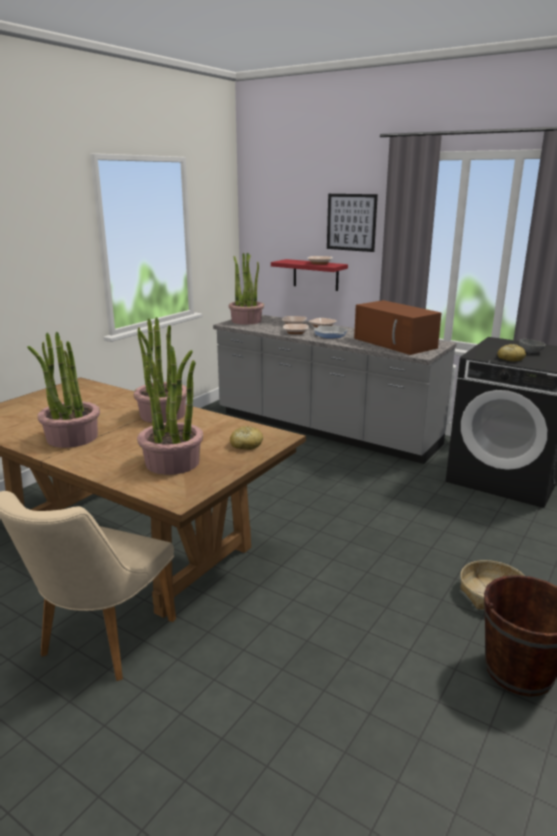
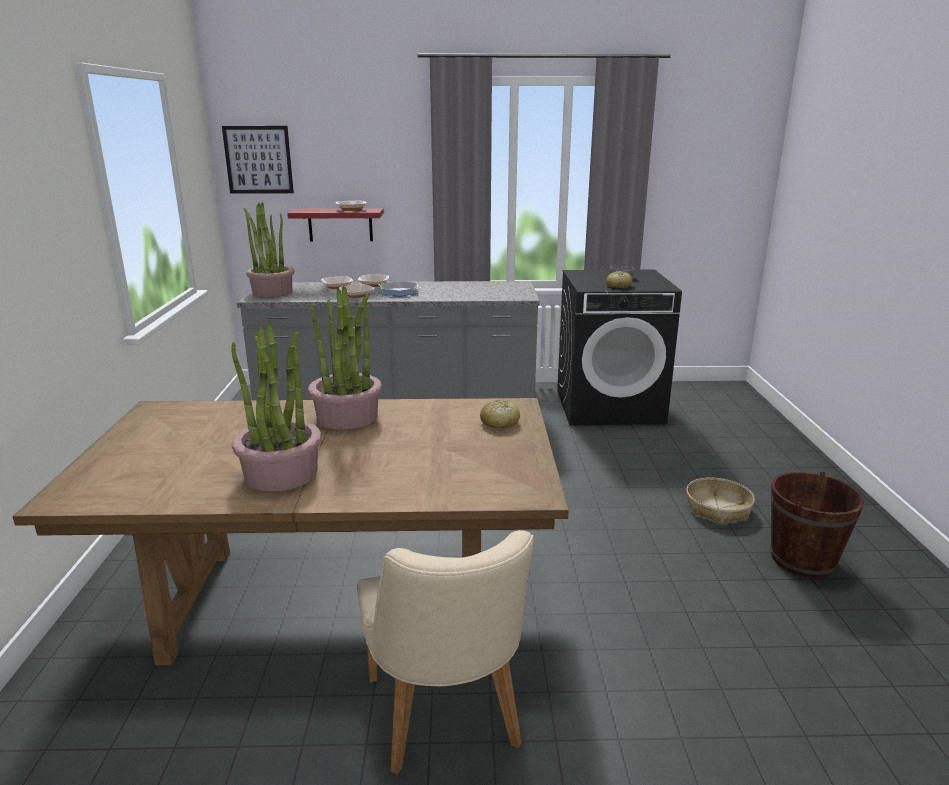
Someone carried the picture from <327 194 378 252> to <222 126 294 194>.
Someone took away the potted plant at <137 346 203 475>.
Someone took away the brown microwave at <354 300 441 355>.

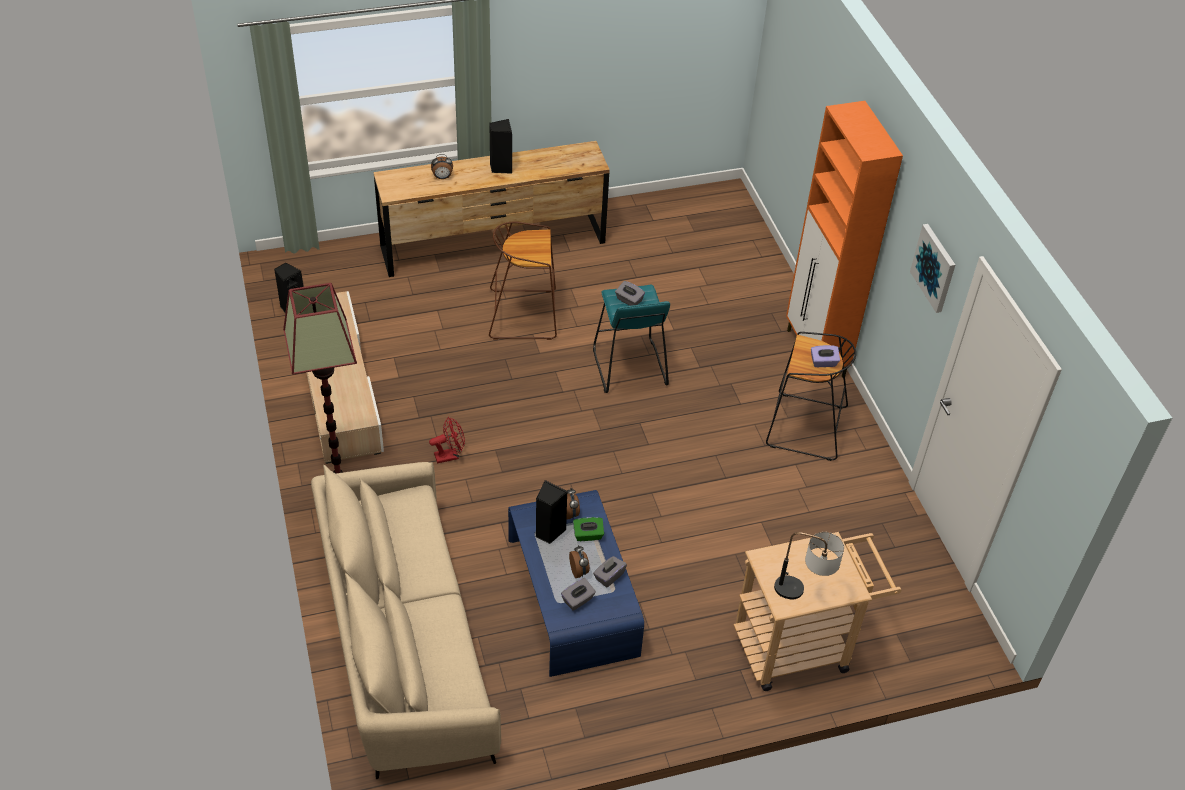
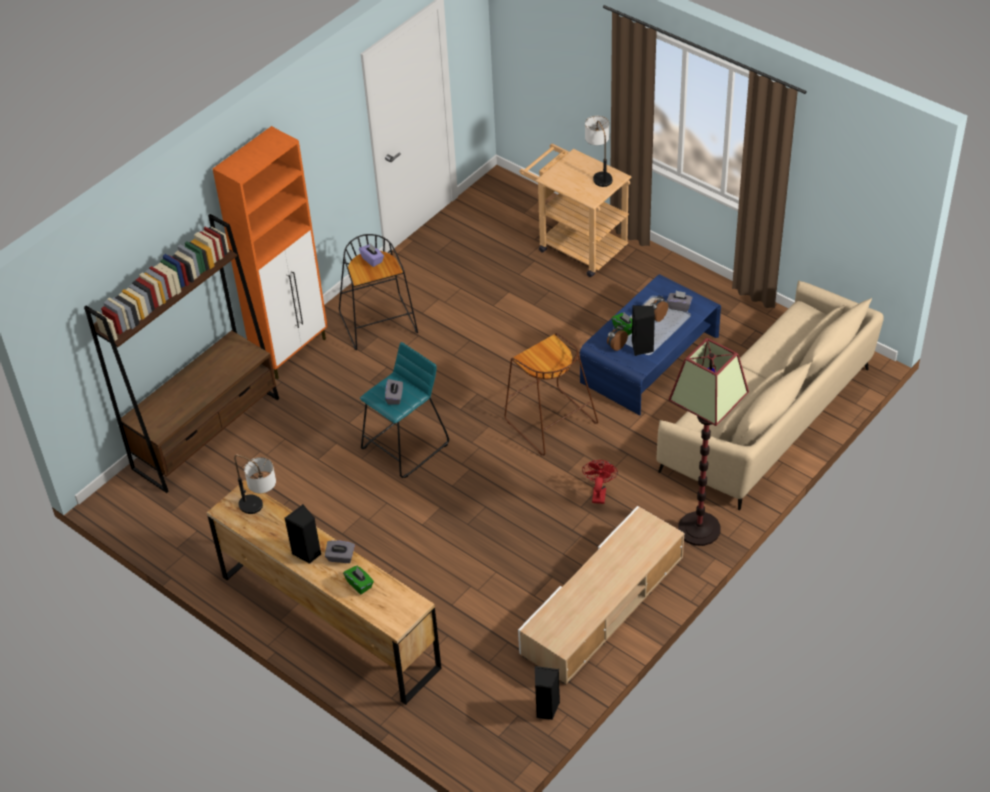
Someone put down the brown bookcase at <84 214 279 493>.
Someone put down the table lamp at <234 454 276 514>.
Someone carried the grey tissue box from <593 556 627 588> to <325 540 355 563>.
Someone swapped the alarm clock at <431 154 453 179> for the green tissue box at <343 565 374 594>.
Someone carried the brown stool from <489 222 557 340> to <504 333 598 455>.
Someone rotated the red fan at <429 417 465 463> by 60 degrees clockwise.
Someone took away the picture at <910 224 955 313>.

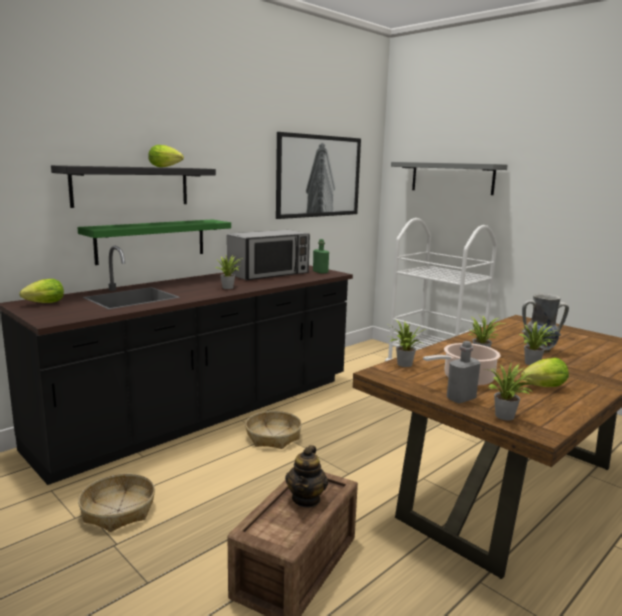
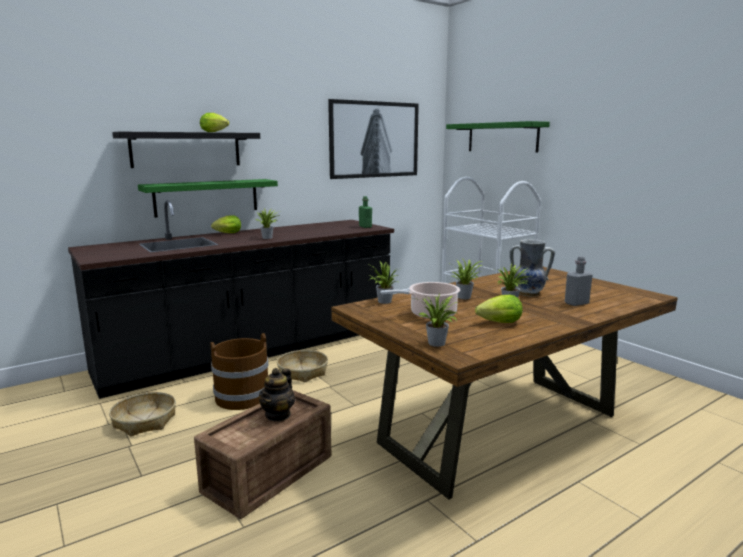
Someone put down the brown bucket at <210 333 268 410>.
Someone carried the lettuce from <19 279 64 303> to <211 215 241 233>.
Someone repainted the grey shelf at <391 162 507 195>, which became the green shelf at <446 121 550 153>.
Someone carried the grey bottle from <447 341 480 404> to <565 256 593 306>.
Someone took away the microwave at <227 230 310 281>.

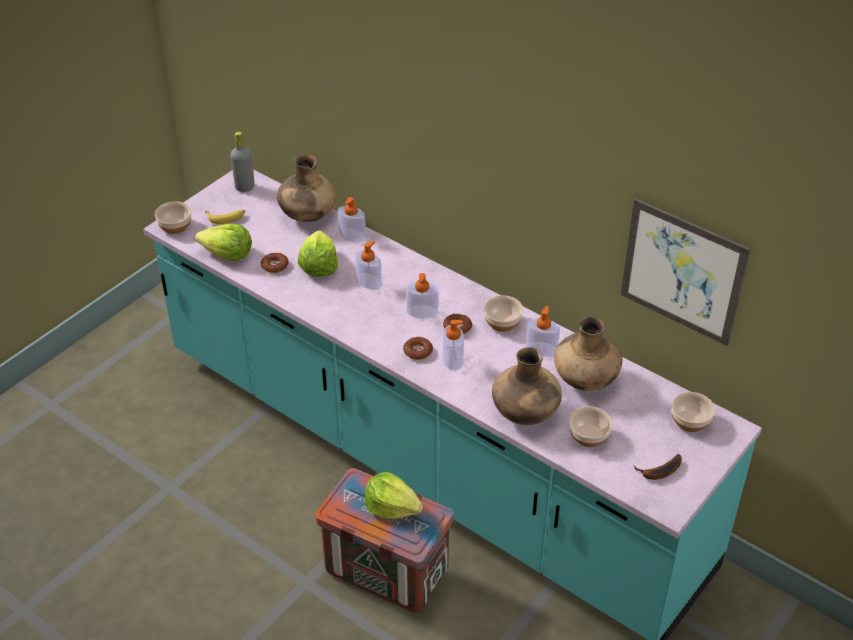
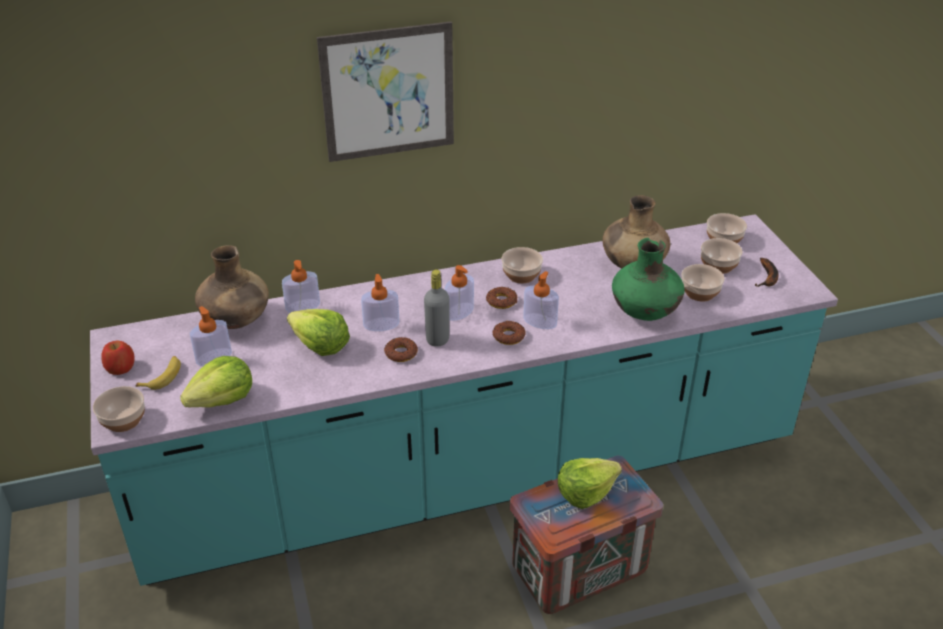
Someone put down the apple at <101 340 134 375>.
Someone carried the soap dispenser from <526 306 560 357> to <190 306 232 366>.
Someone carried the picture from <621 199 750 346> to <317 22 454 162>.
Someone carried the donut from <261 253 289 273> to <384 337 418 362>.
Someone carried the grey bottle from <230 132 255 192> to <424 269 449 347>.
Someone repainted the brown vase at <492 347 562 425>, which became the green vase at <612 238 685 321>.
Someone put down the bowl at <701 238 743 274>.

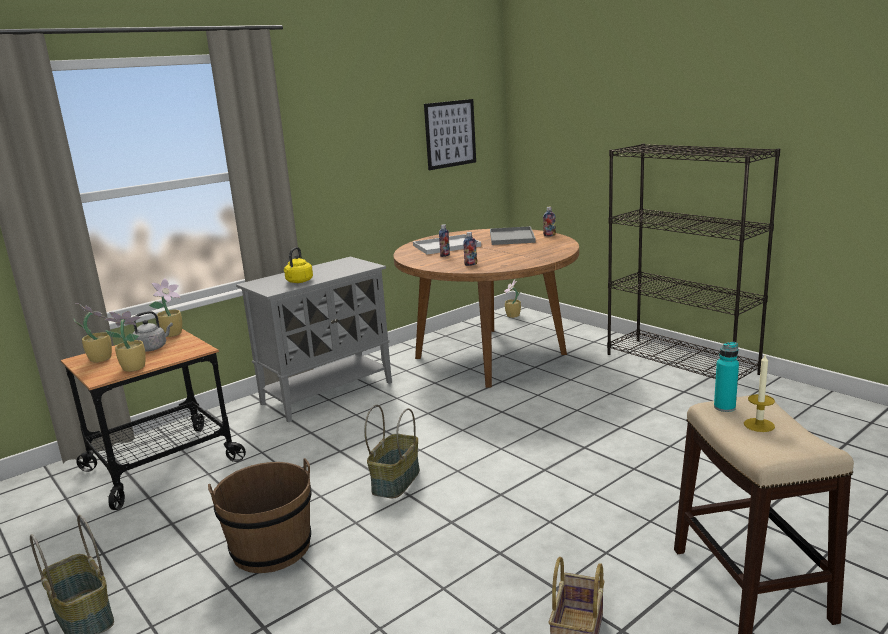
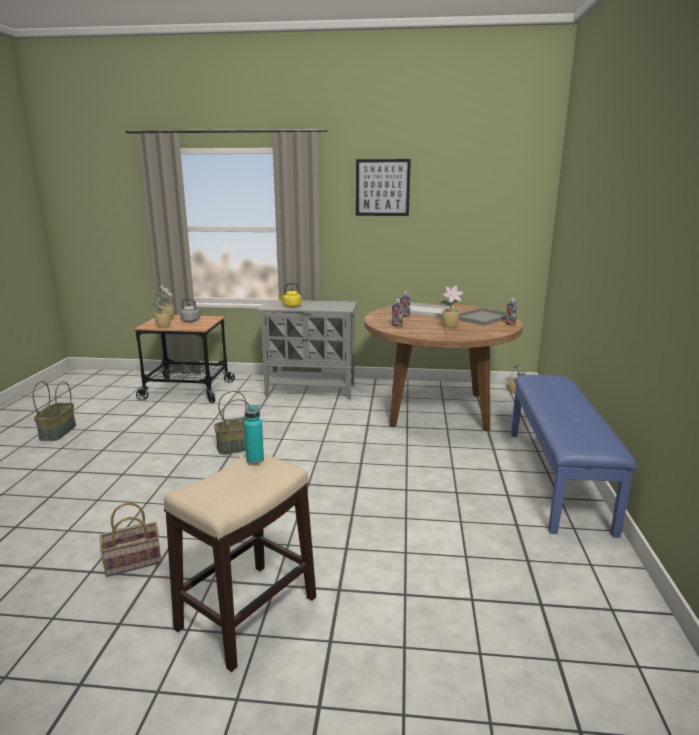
Someone carried the picture from <424 99 476 170> to <356 159 411 216>.
Someone carried the potted plant from <149 278 182 337> to <440 285 464 328>.
Someone swapped the black bookcase at <607 144 780 380> for the blue bench at <511 375 637 538>.
Someone took away the brown bucket at <208 458 312 573>.
Someone took away the candle at <744 353 775 432>.

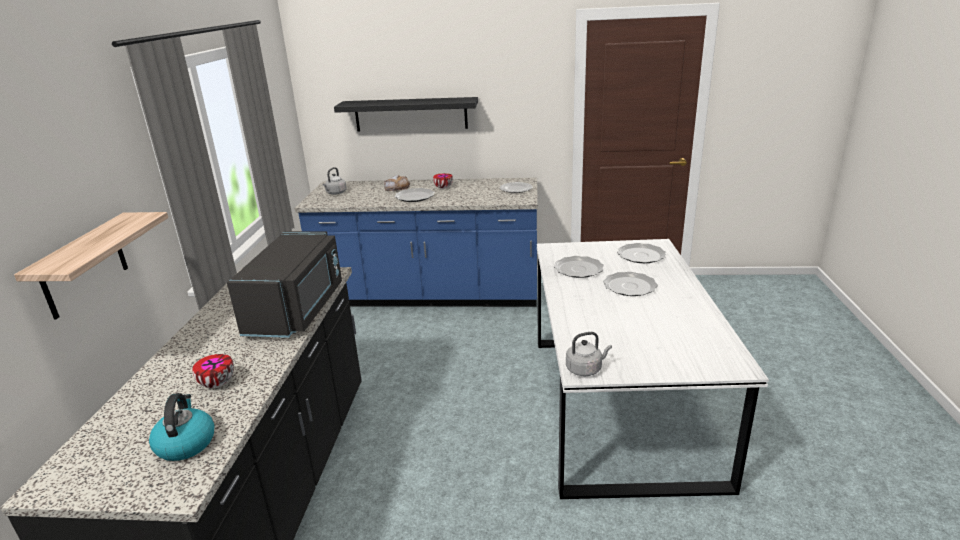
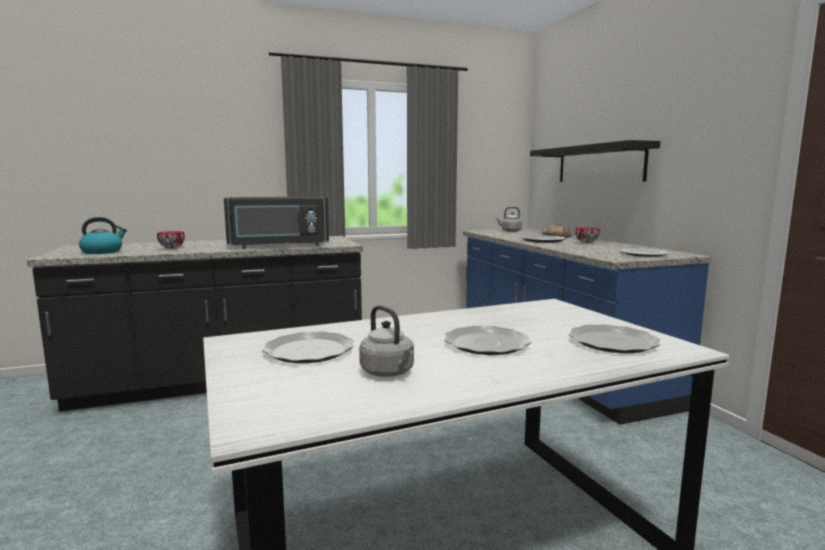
Someone carried the plate from <554 256 604 278> to <262 331 354 363>.
Someone carried the grey kettle from <566 332 612 376> to <359 305 414 377>.
Someone took away the shelf at <14 212 168 320>.

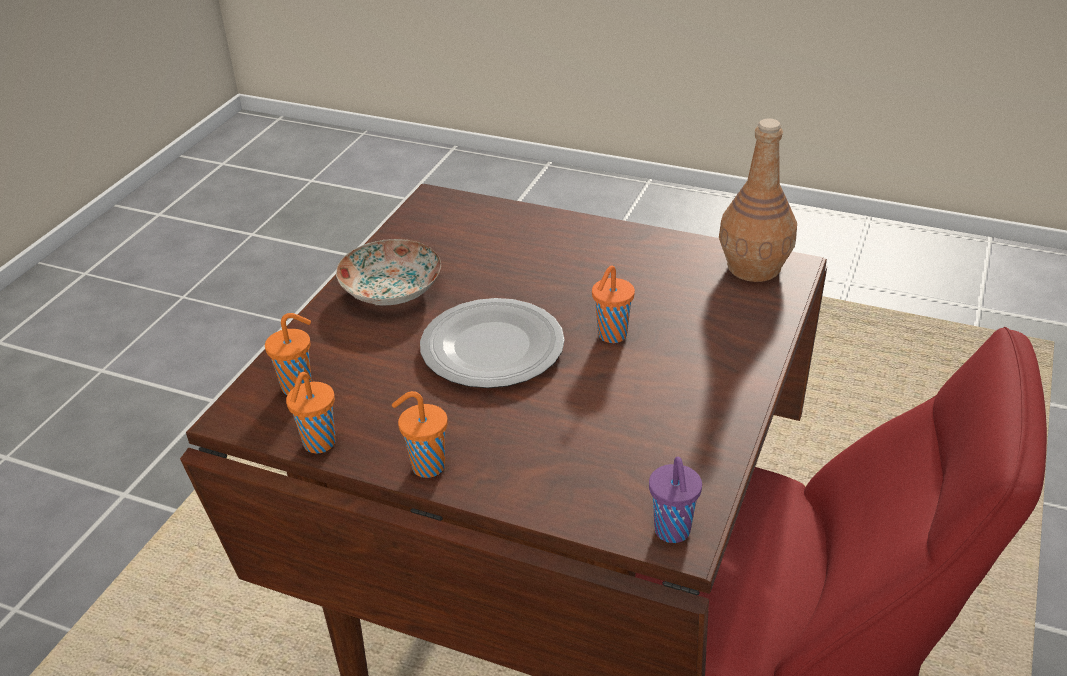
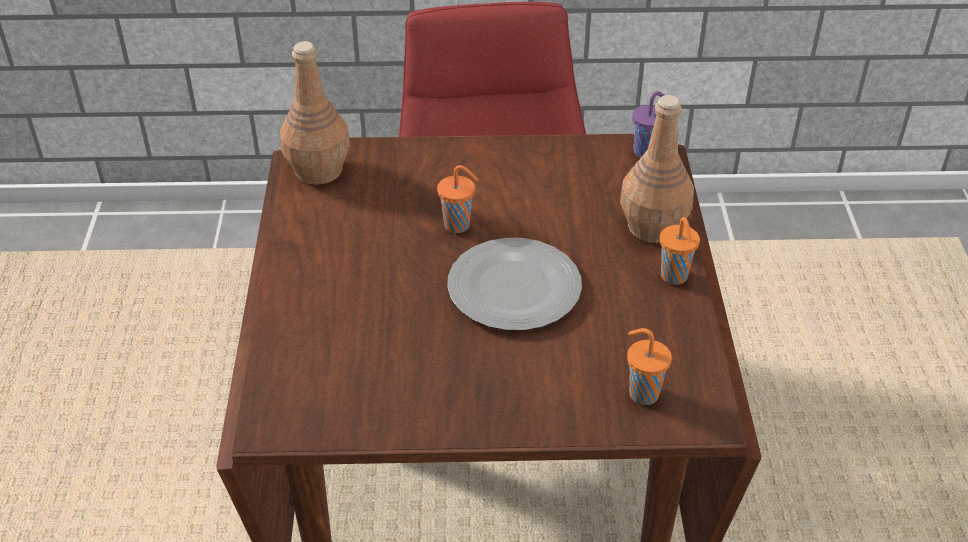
Someone put down the brown bottle at <620 95 694 243>.
Someone took away the orange cup at <286 372 335 454>.
Someone took away the plate at <336 239 441 305>.

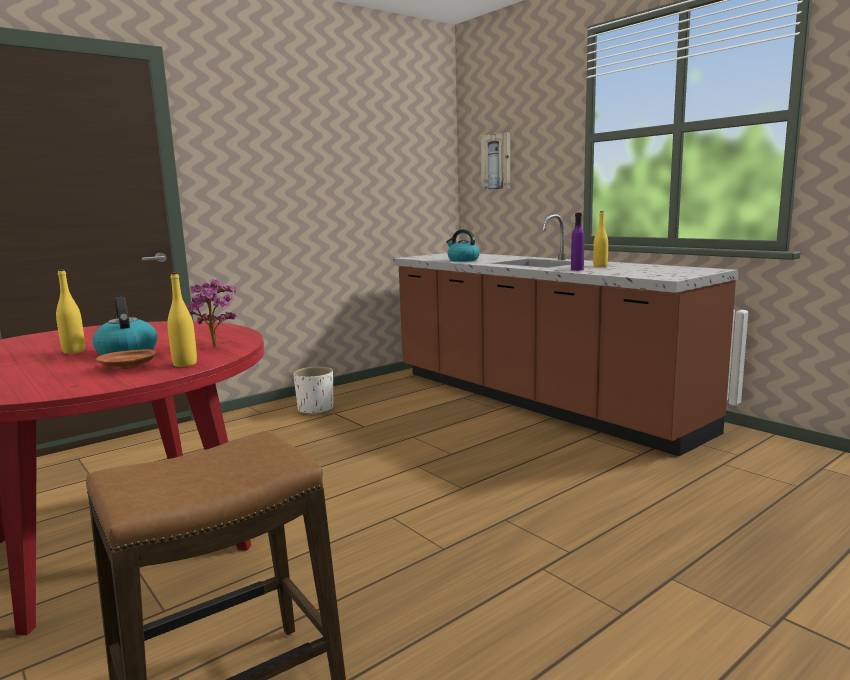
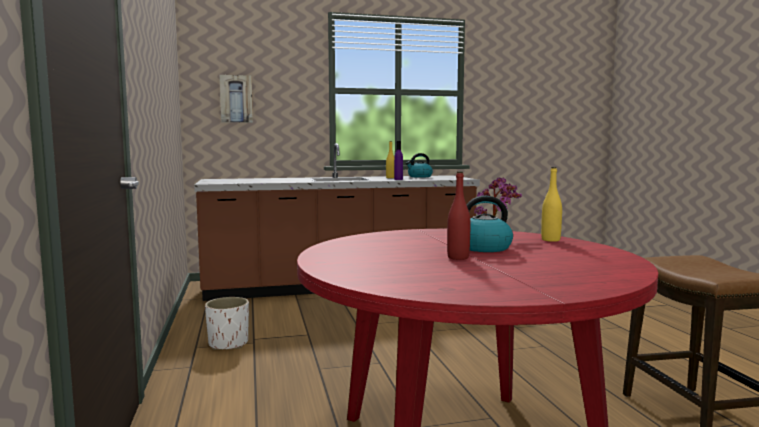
Someone carried the kettle from <446 229 480 262> to <406 153 433 178>.
Someone repainted the yellow bottle at <56 269 85 354>, which became the red bottle at <447 171 471 260>.
Someone took away the brown plate at <96 349 157 369>.

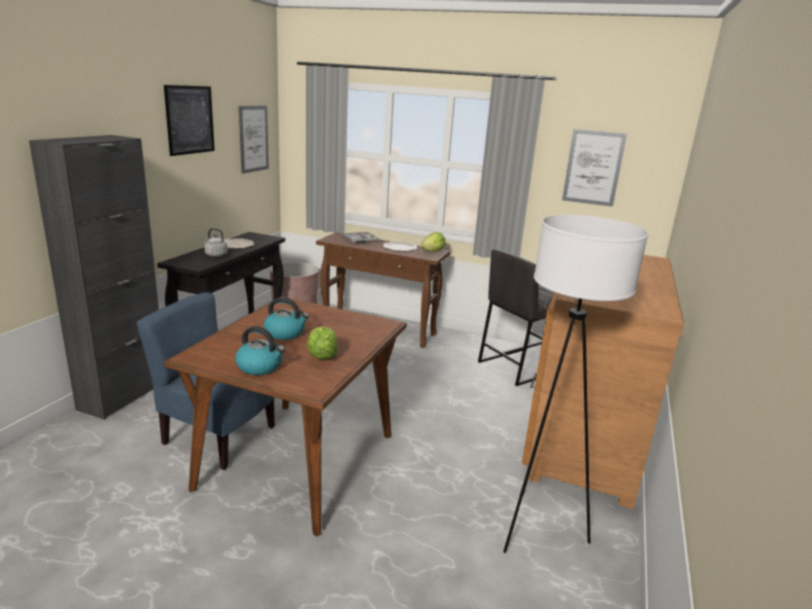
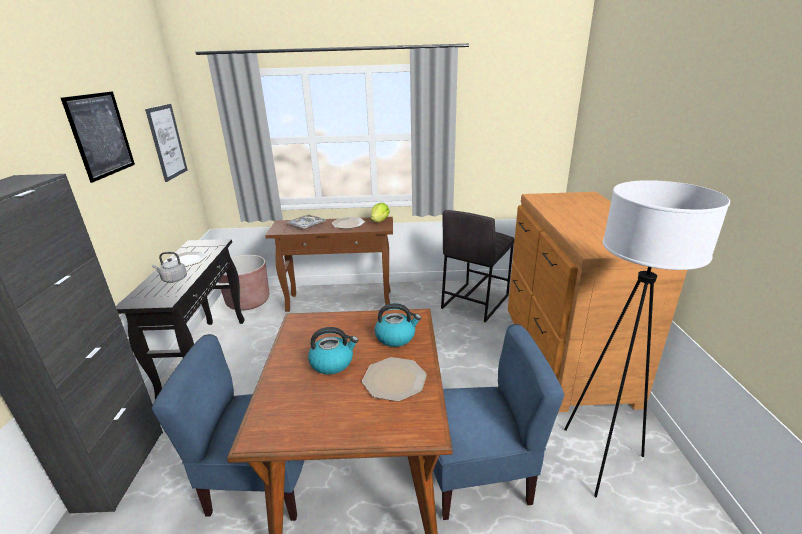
Someone swapped the lettuce at <307 326 338 360> for the plate at <362 357 427 402>.
Someone carried the kettle from <235 326 285 375> to <375 303 421 347>.
Someone put down the blue chair at <433 324 564 520>.
Someone took away the picture at <562 129 627 207>.

